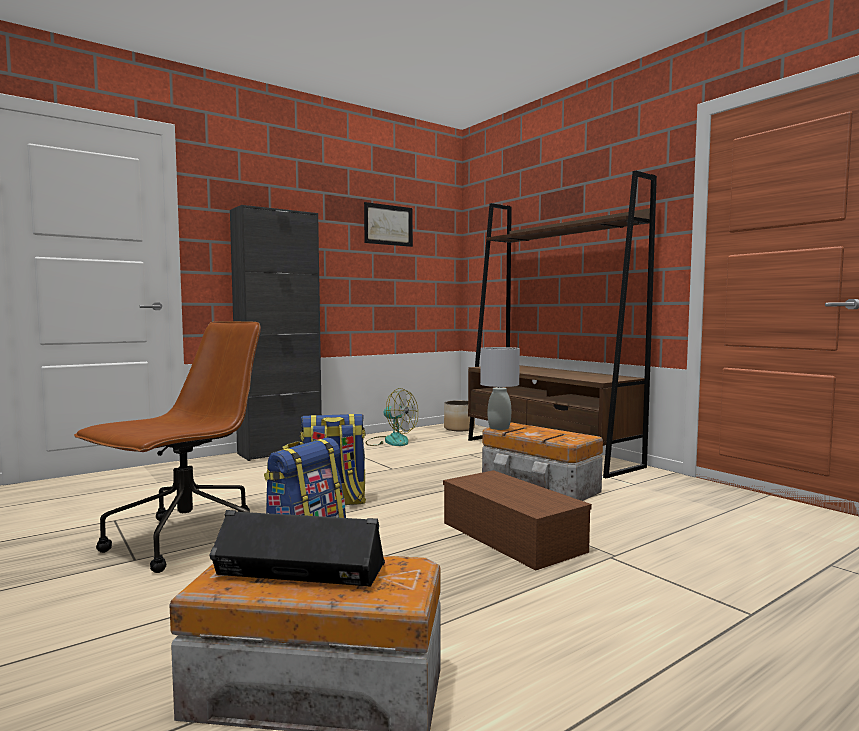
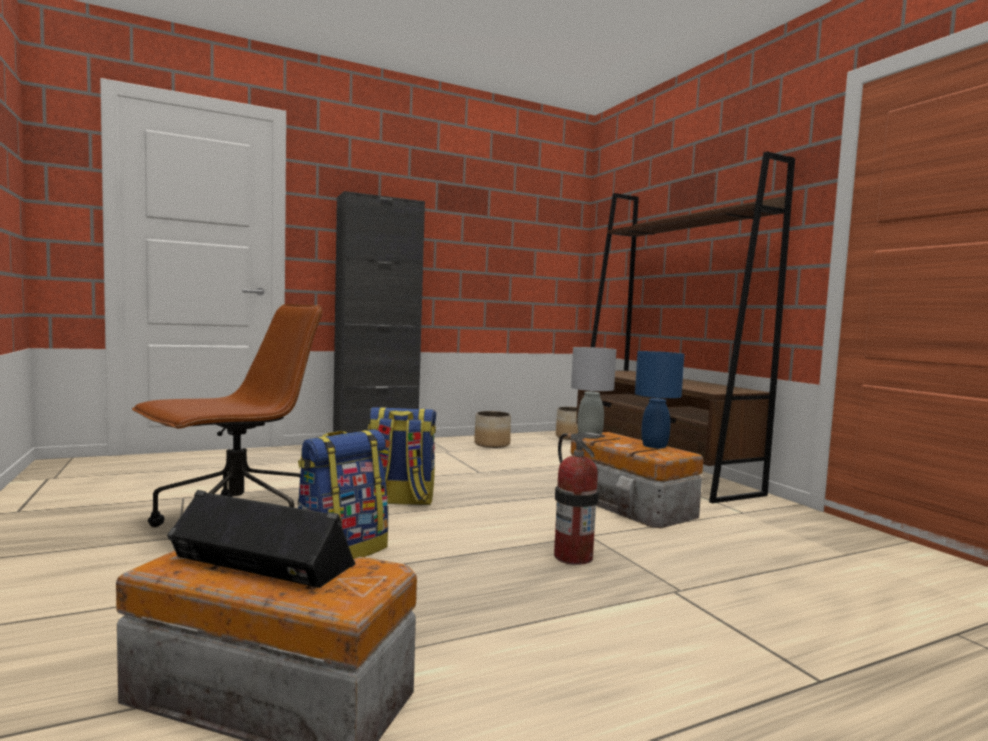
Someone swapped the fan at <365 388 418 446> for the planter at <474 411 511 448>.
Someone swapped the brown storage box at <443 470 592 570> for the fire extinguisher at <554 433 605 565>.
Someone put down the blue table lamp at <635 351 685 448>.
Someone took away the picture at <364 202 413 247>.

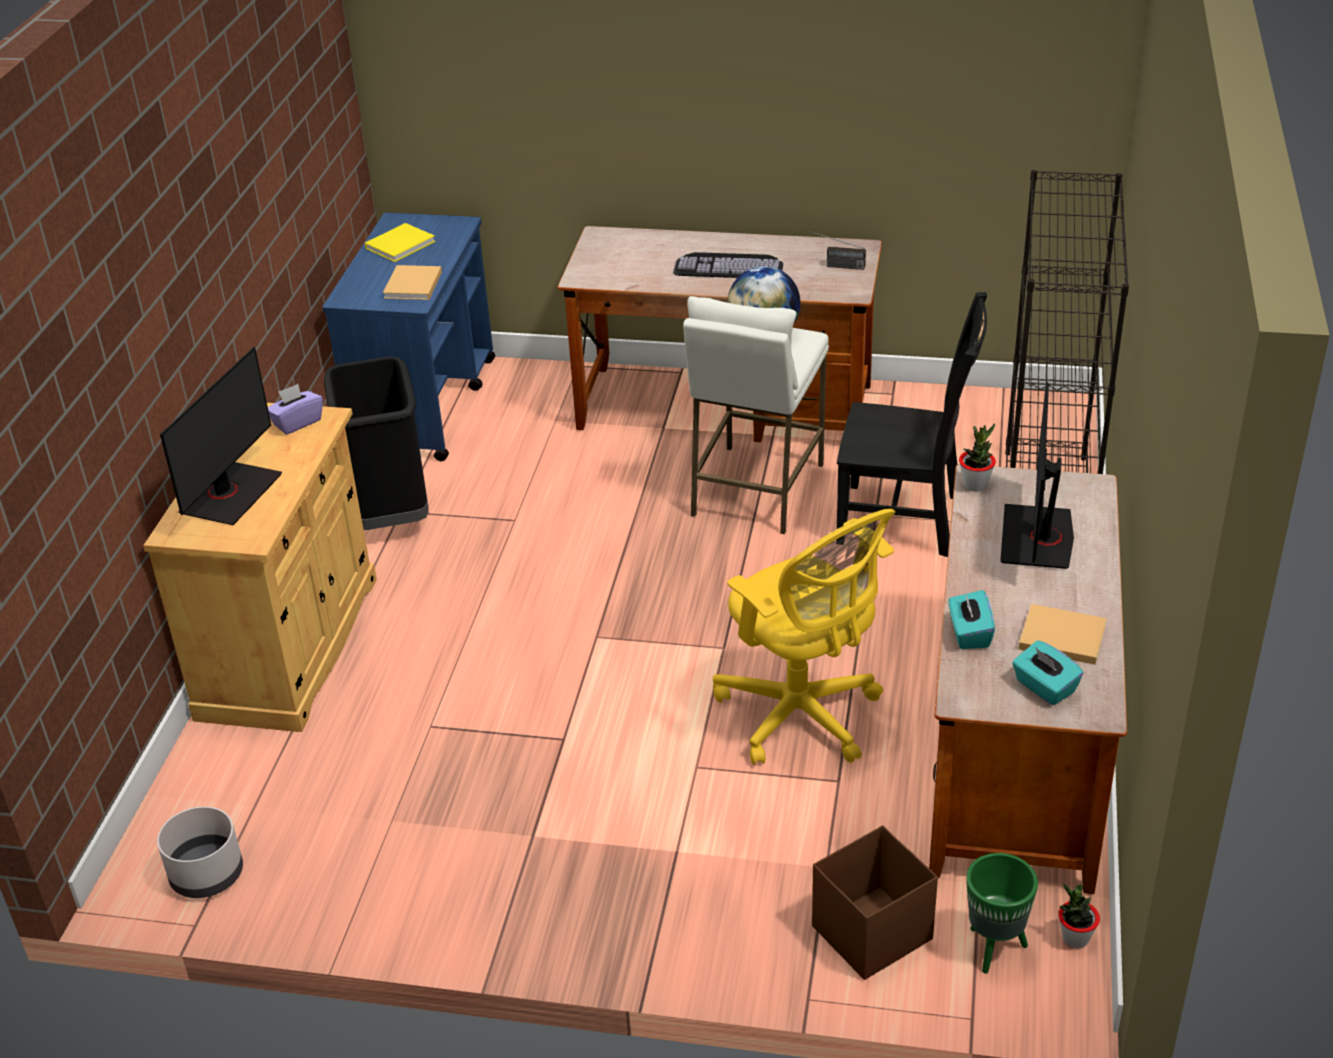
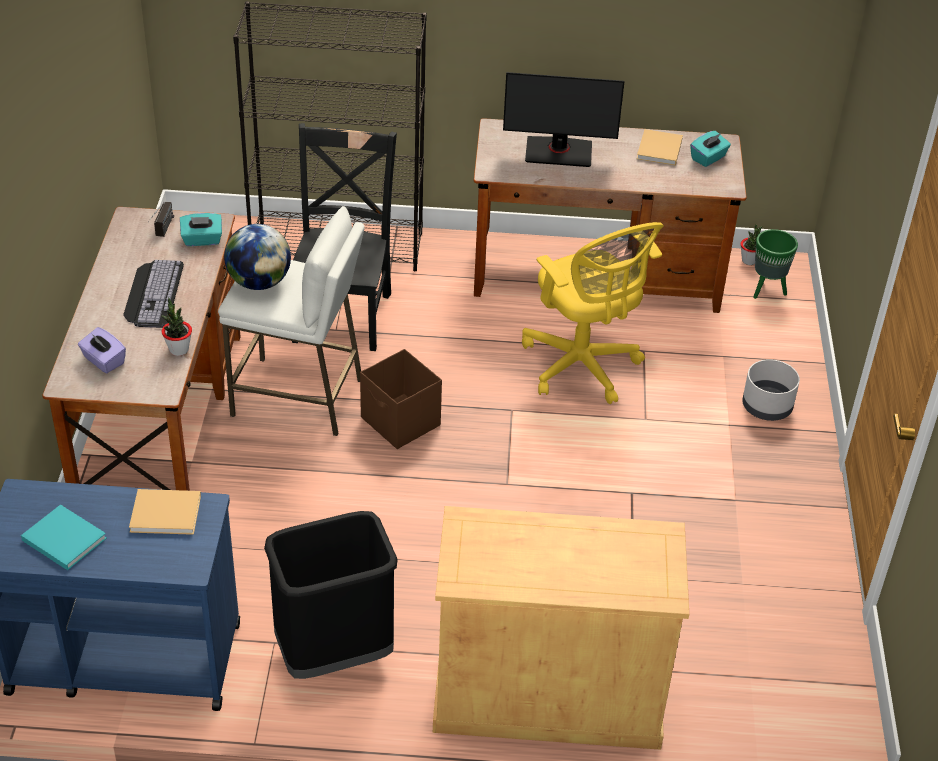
Someone repainted the yellow book at <365 223 436 262>, which became the turquoise book at <21 504 107 570>.
Someone carried the purple tissue box from <268 384 323 435> to <78 327 126 373>.
Someone carried the potted plant from <959 423 996 492> to <161 297 192 356>.
Someone carried the turquoise tissue box from <948 590 995 649> to <180 213 222 246>.
Someone carried the brown storage box from <812 825 938 980> to <360 349 442 449>.
Someone rotated the yellow office chair at <713 509 896 765> by 105 degrees clockwise.
Someone carried the grey planter from <157 806 243 898> to <742 359 800 421>.
Someone took away the monitor at <160 347 282 525>.

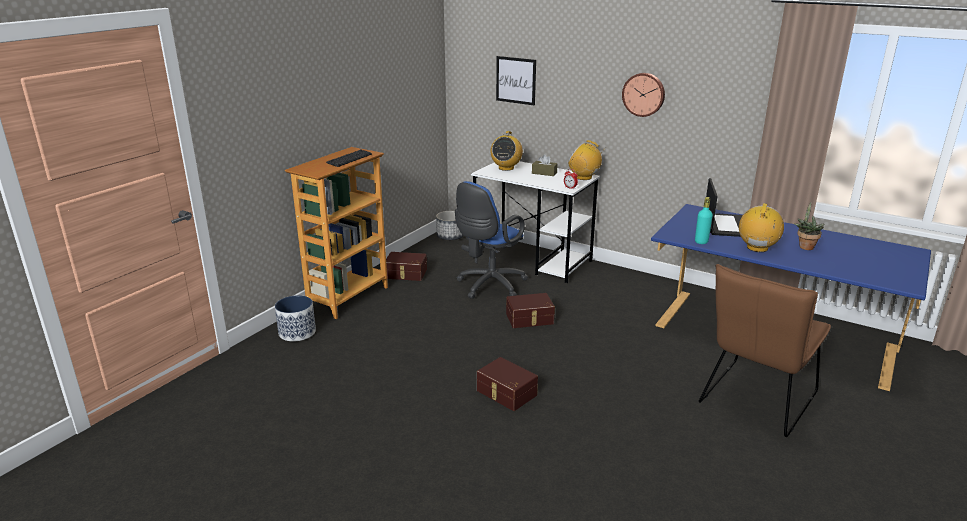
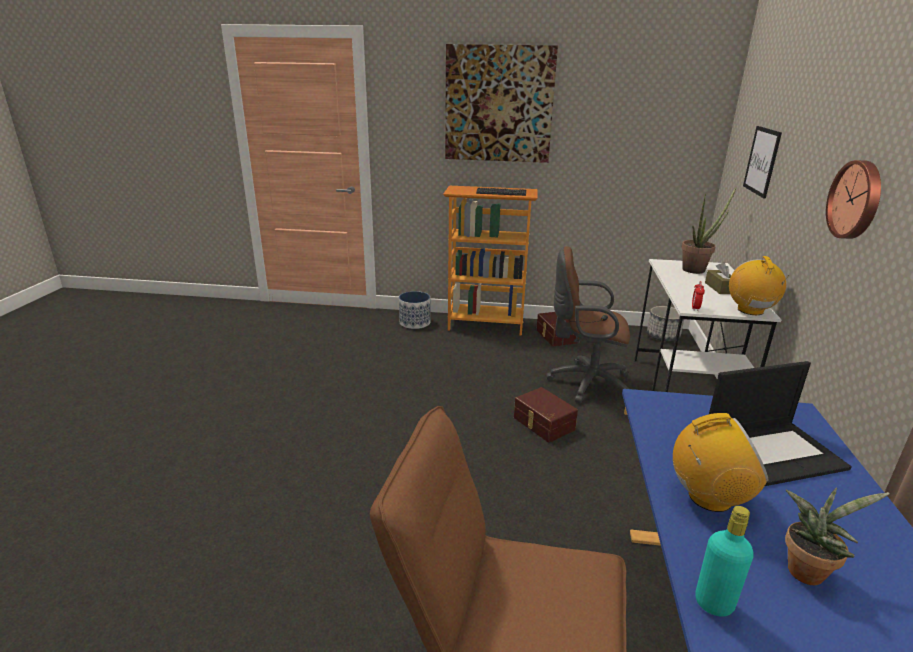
Someone put up the picture at <445 44 558 163>.
Someone repainted the blue office chair at <455 181 528 299>, which became the brown office chair at <546 246 630 404>.
Someone swapped the radio at <490 131 523 171> for the potted plant at <681 186 737 274>.
Someone carried the turquoise bottle from <695 197 713 244> to <695 506 754 617>.
Someone took away the brown storage box at <477 357 538 411>.

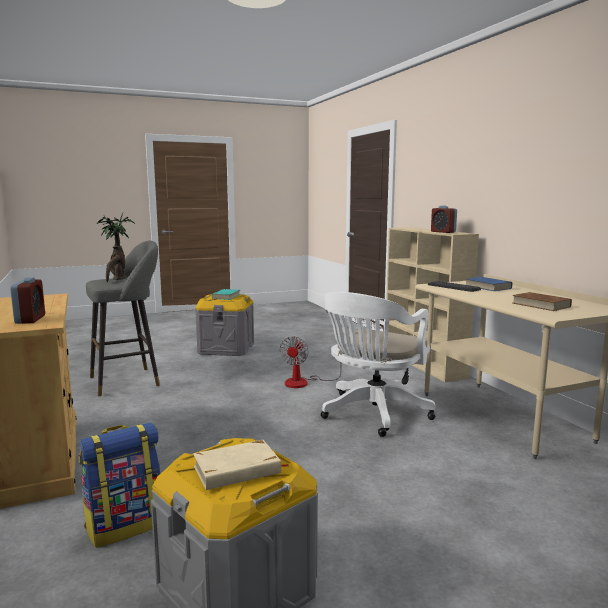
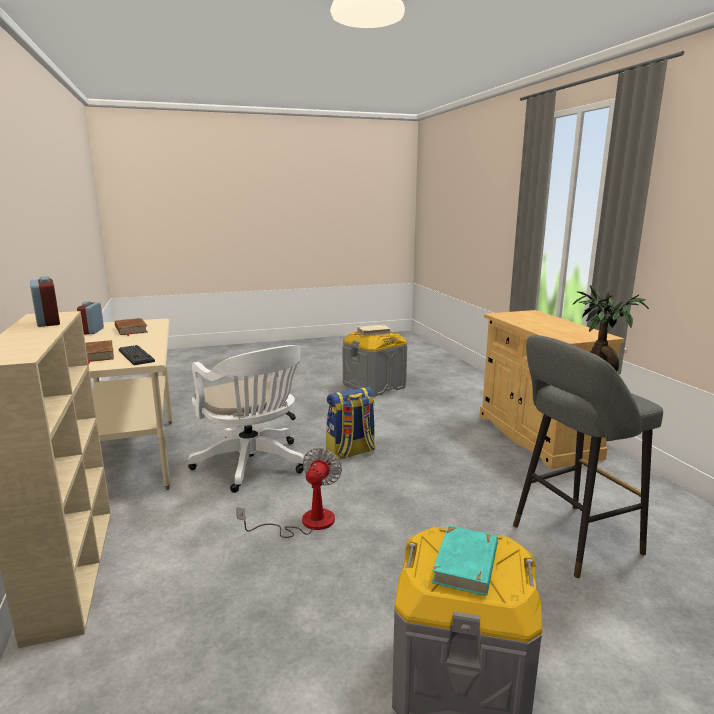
Someone carried the alarm clock from <10 277 45 324> to <77 301 104 334>.
Someone repainted the blue book at <466 277 512 291>, which became the brown book at <85 340 114 364>.
Someone rotated the white office chair at <321 292 435 437> by 105 degrees clockwise.
Someone carried the backpack from <79 422 160 548> to <326 387 375 459>.

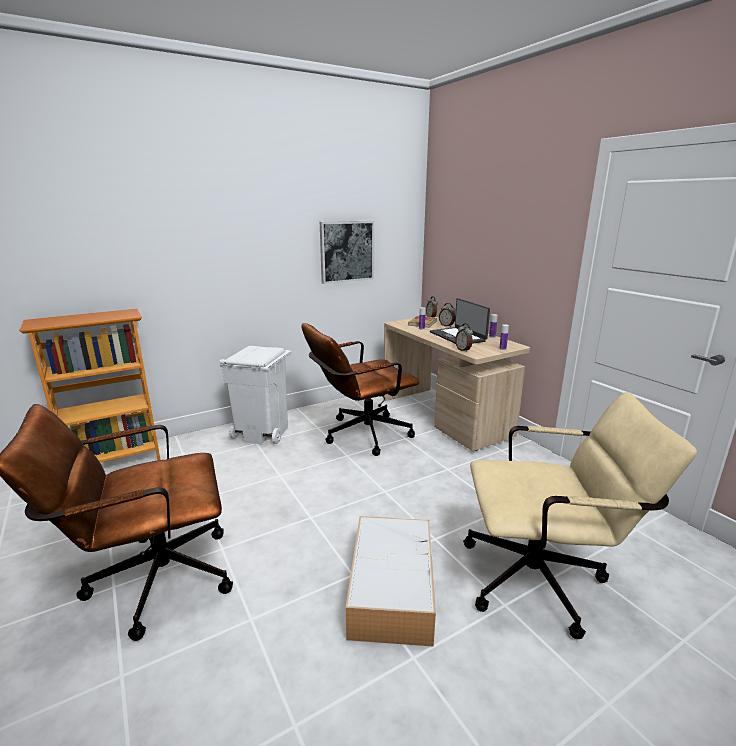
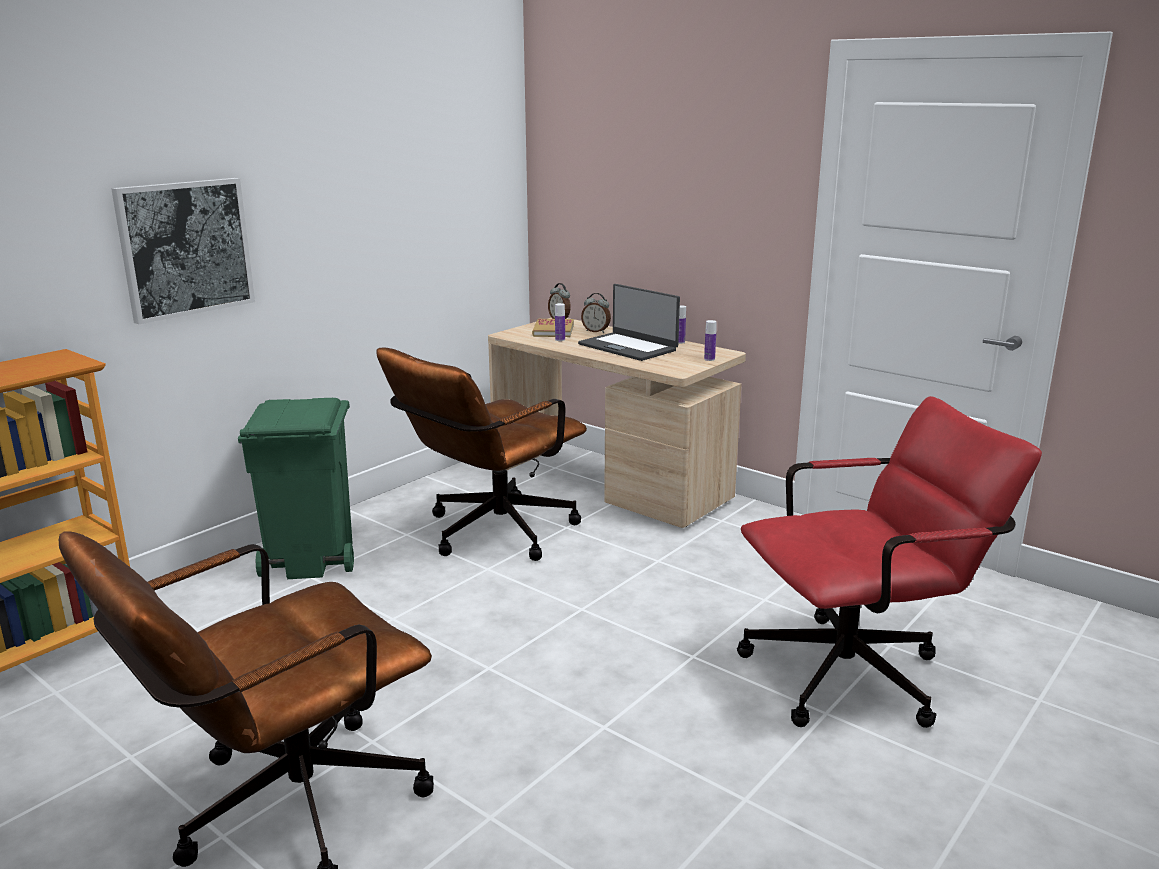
Someone carried the picture from <320 221 374 284> to <111 178 255 324>.
Someone repainted the white trash can at <220 346 292 444>, which became the green trash can at <238 398 354 579>.
Someone repainted the beige office chair at <463 392 697 639>, which became the red office chair at <737 396 1042 728>.
Someone took away the storage box at <346 516 436 647>.
Someone took away the alarm clock at <455 323 473 352>.

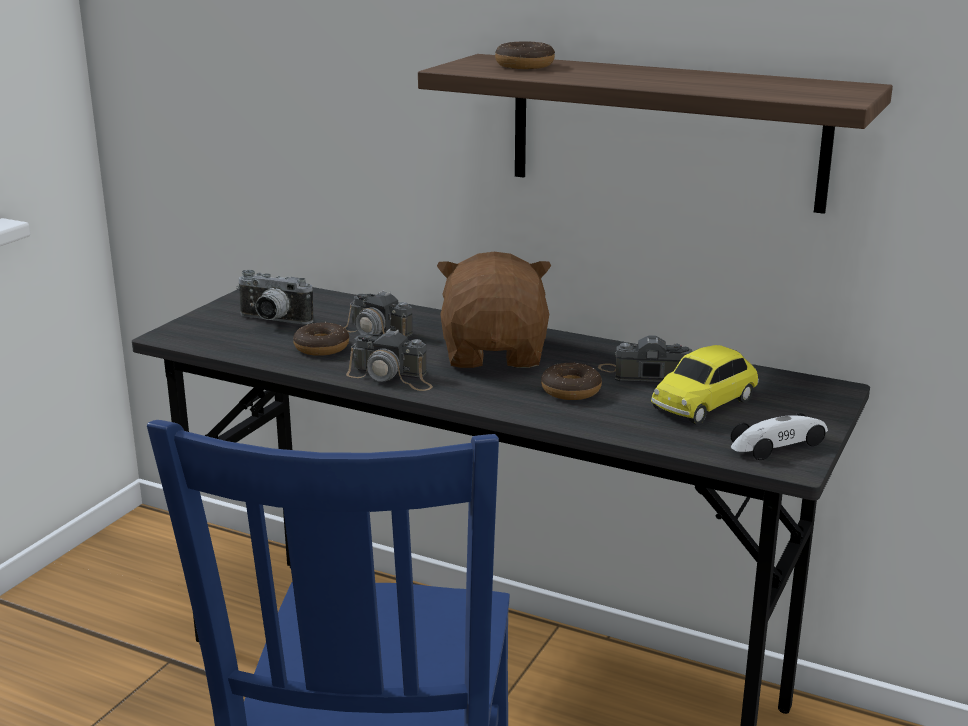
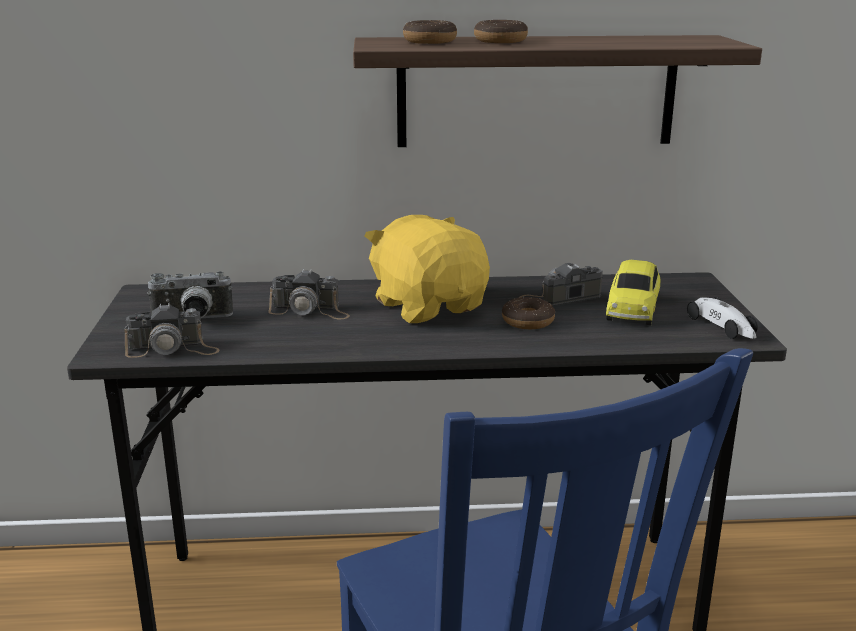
Someone carried the photo camera from <346 329 433 391> to <124 303 219 358>.
Someone repainted the brown plush toy at <437 252 551 368>, which became the yellow plush toy at <364 215 490 323>.
Someone carried the donut from <293 322 349 356> to <474 20 528 43>.
Someone rotated the toy car at <731 413 828 460> by 120 degrees clockwise.

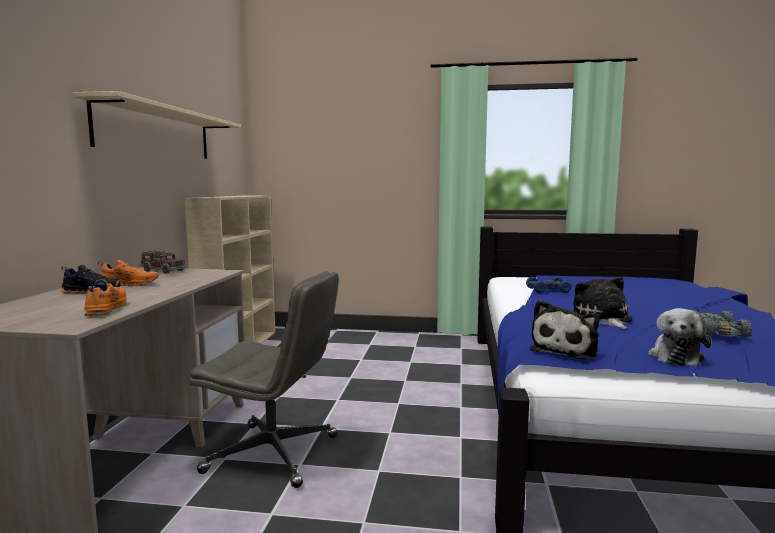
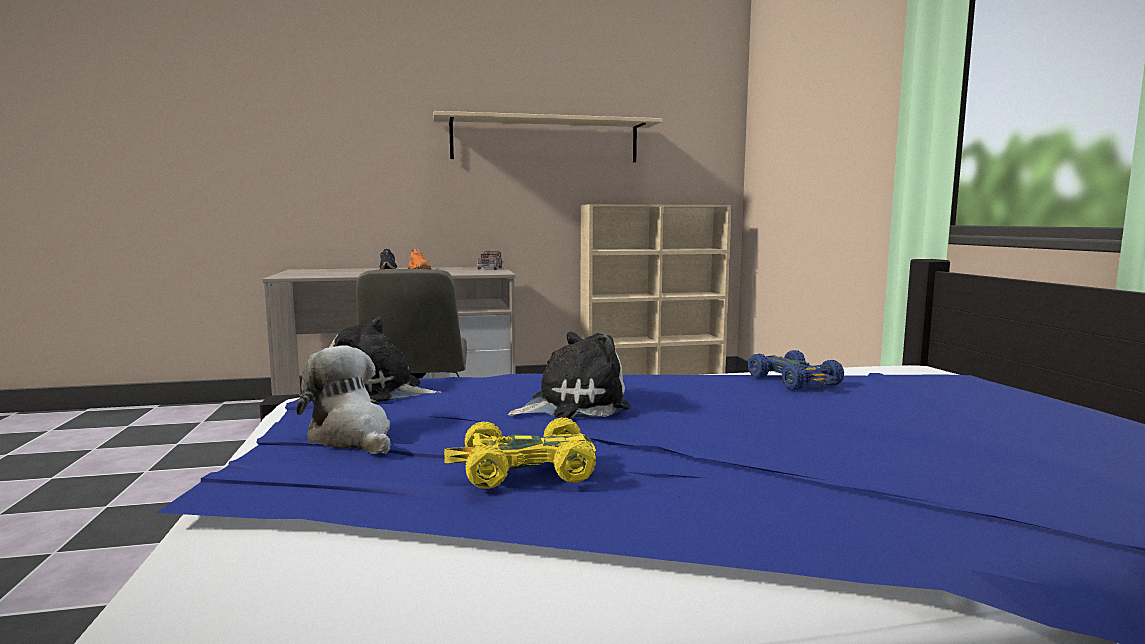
Someone rotated the plush toy at <648 308 711 367> by 45 degrees clockwise.
Someone repainted the grey toy car at <691 309 752 337>, which became the yellow toy car at <444 417 596 489>.
Someone took away the orange shoe at <84 279 127 316>.

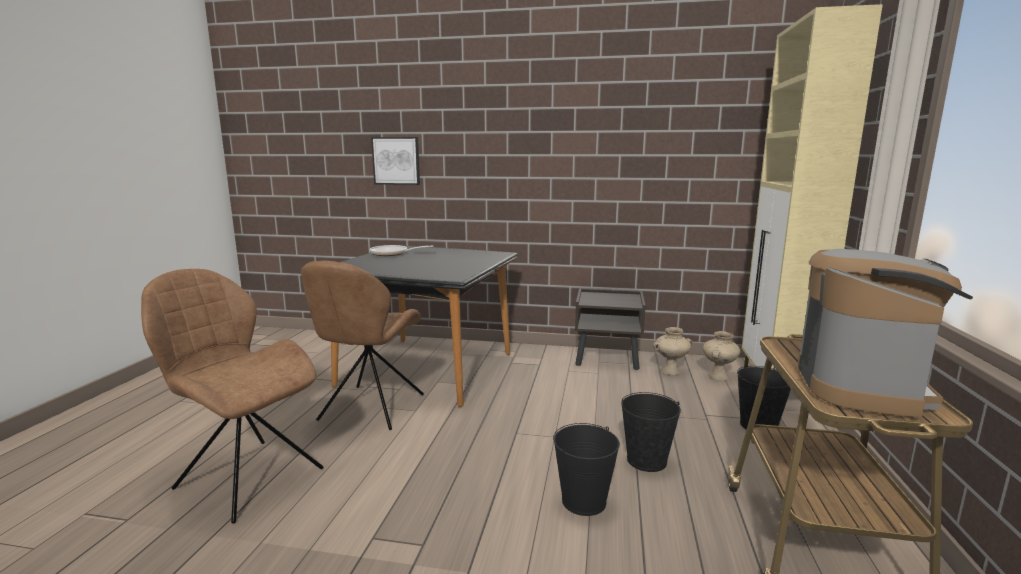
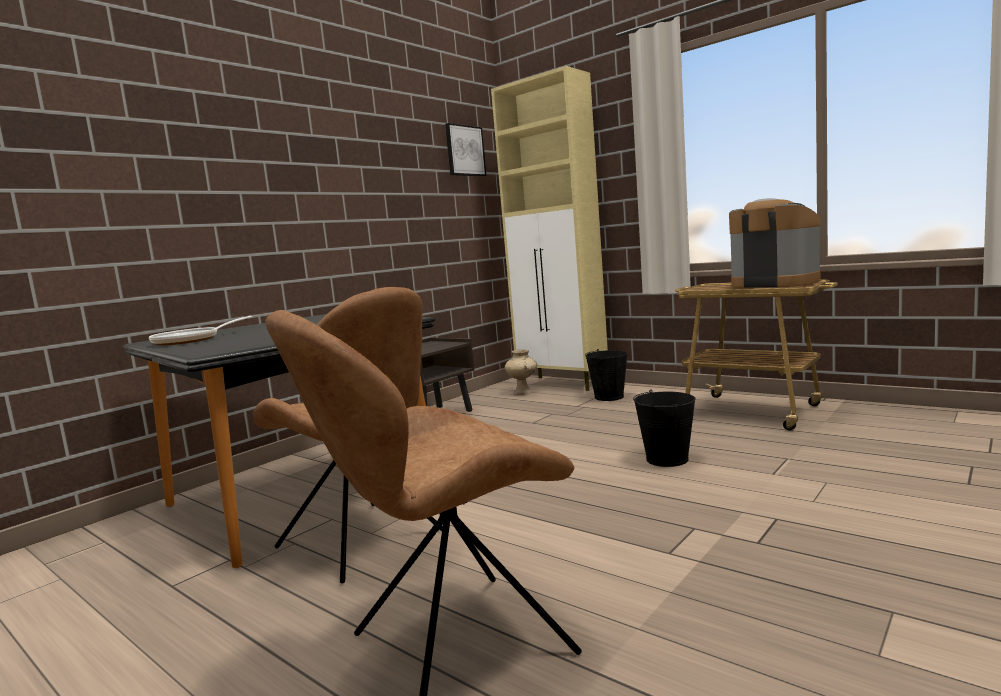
Someone carried the picture from <371 137 420 185> to <445 123 486 176>.
Someone took away the black bucket at <621 392 681 472>.
Someone took away the beige vase at <653 327 692 375>.

